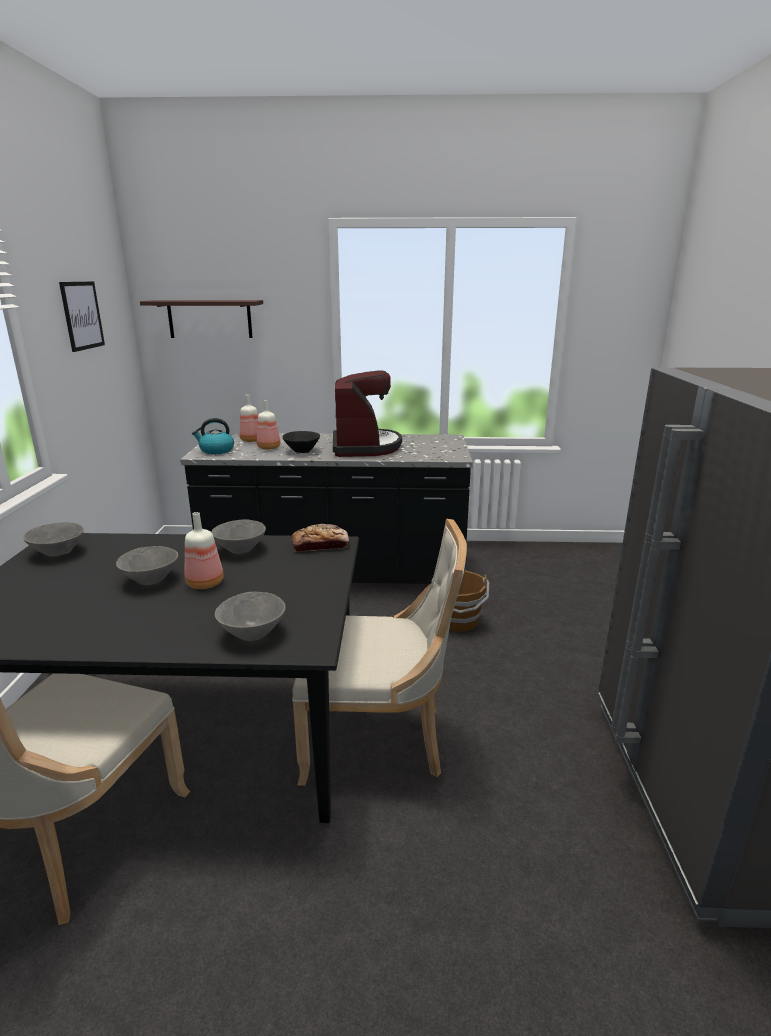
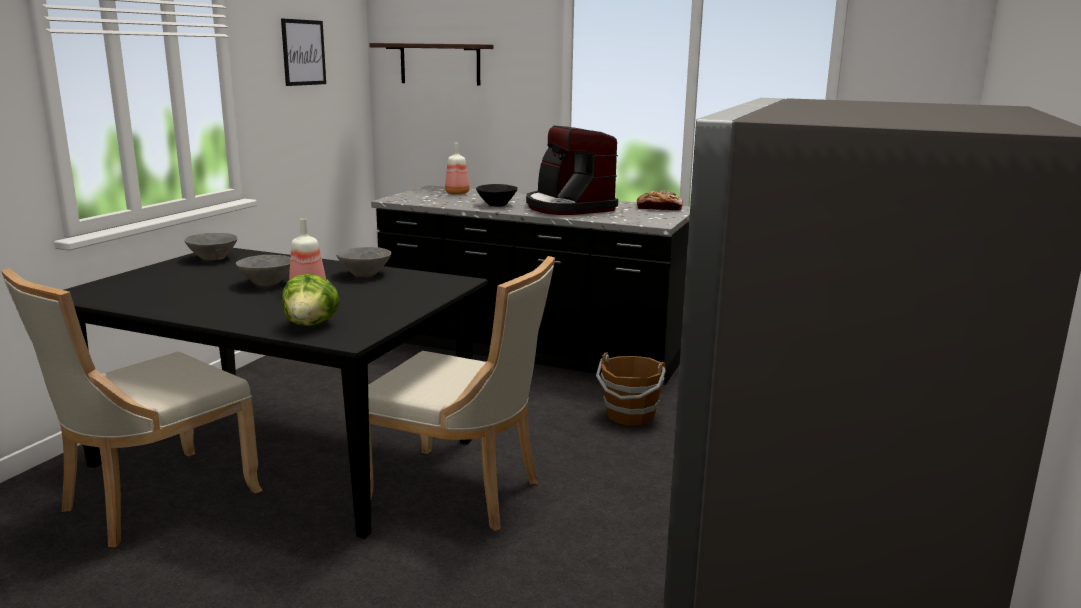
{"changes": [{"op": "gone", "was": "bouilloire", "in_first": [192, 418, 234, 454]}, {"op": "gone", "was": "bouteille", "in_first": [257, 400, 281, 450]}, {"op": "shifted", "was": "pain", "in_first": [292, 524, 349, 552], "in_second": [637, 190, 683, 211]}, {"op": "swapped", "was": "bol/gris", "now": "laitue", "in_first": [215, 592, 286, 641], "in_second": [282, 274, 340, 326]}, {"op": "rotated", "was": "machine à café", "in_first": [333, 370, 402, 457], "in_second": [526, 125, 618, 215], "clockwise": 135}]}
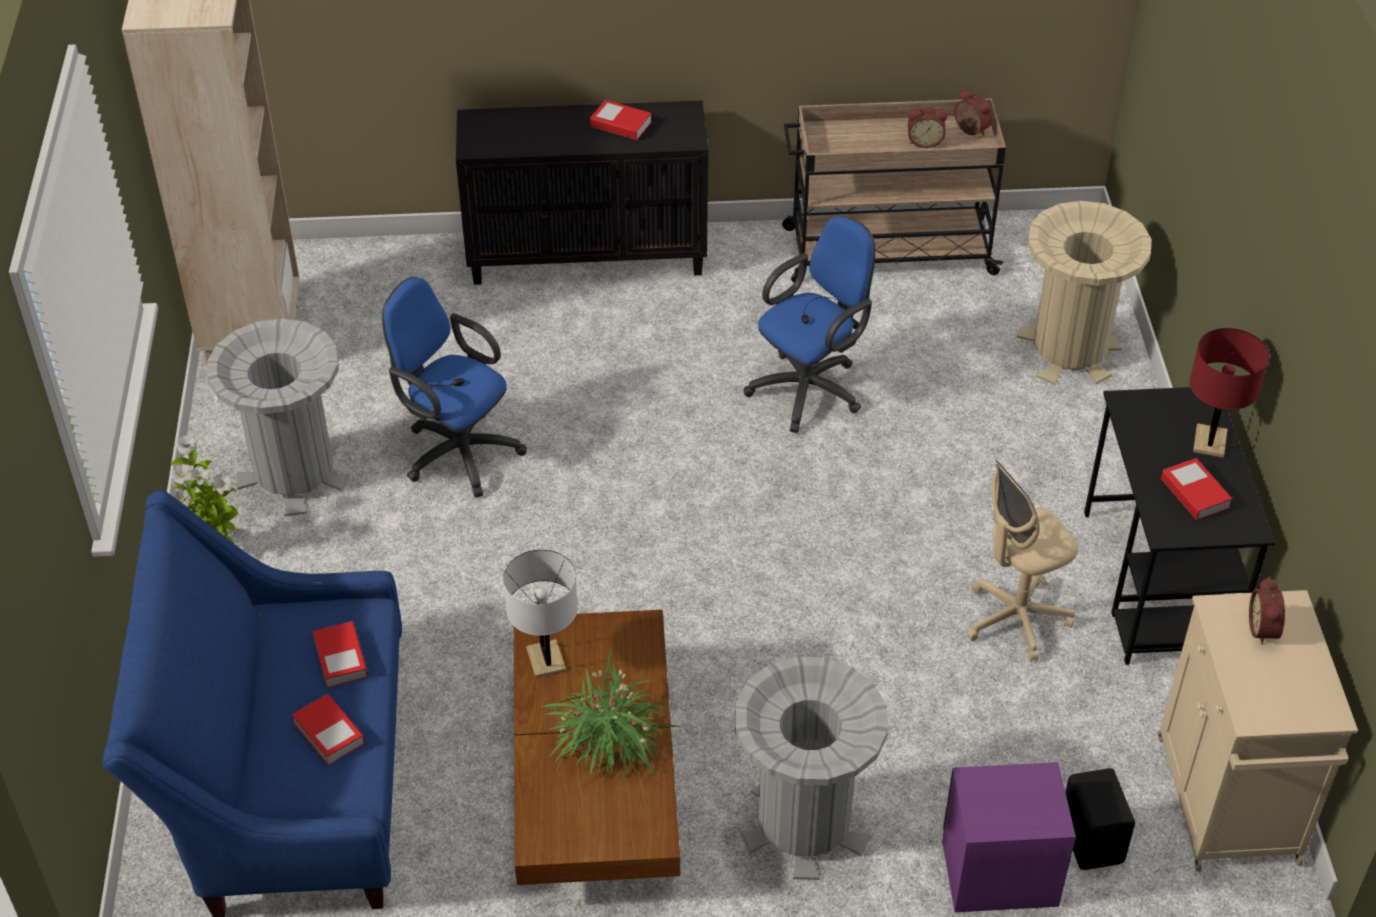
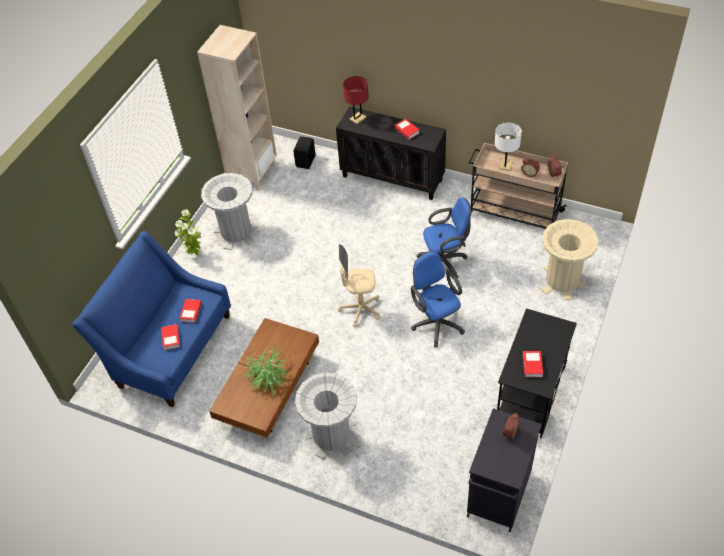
{"changes": [{"op": "gone", "was": "table de chevet/violet", "in_first": [942, 762, 1076, 912]}, {"op": "shifted", "was": "chaise de bureau/bleu", "in_first": [382, 277, 527, 497], "in_second": [411, 251, 465, 347]}, {"op": "shifted", "was": "lampe de table/blanc", "in_first": [503, 550, 578, 678], "in_second": [495, 122, 522, 170]}, {"op": "shifted", "was": "chaise de bureau/beige", "in_first": [967, 460, 1078, 661], "in_second": [338, 244, 380, 327]}, {"op": "shifted", "was": "enceinte/noir", "in_first": [1065, 768, 1135, 870], "in_second": [293, 136, 316, 169]}, {"op": "shifted", "was": "lampe de table/rouge", "in_first": [1189, 328, 1269, 458], "in_second": [343, 76, 369, 124]}, {"op": "repainted", "was": "meuble de rangement/beige", "now": "meuble de rangement/noir", "in_first": [1158, 590, 1358, 871], "in_second": [467, 408, 542, 532]}]}
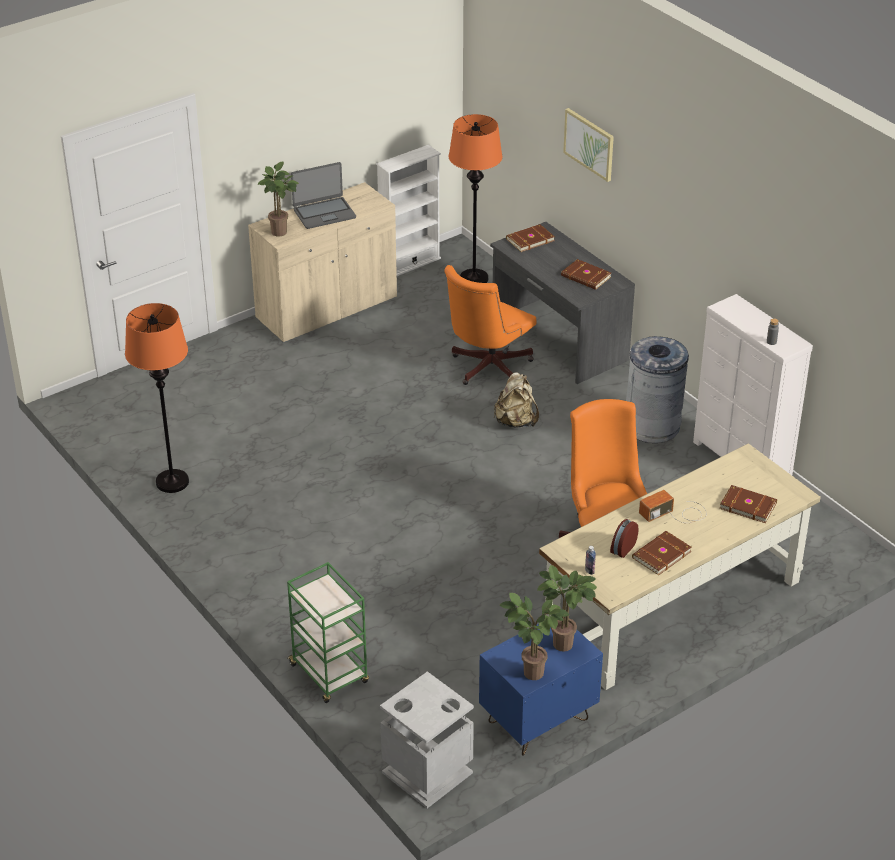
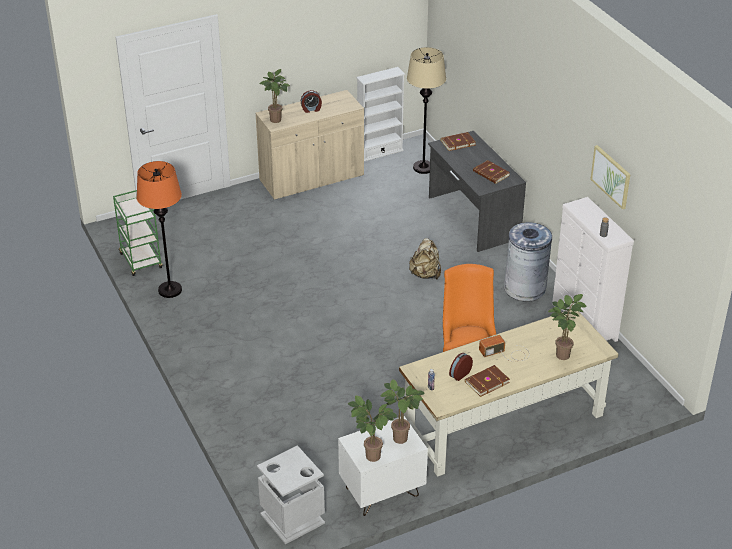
{"changes": [{"op": "gone", "was": "chaise de bureau/orange", "in_first": [444, 265, 536, 385]}, {"op": "shifted", "was": "chariot/vert", "in_first": [287, 562, 369, 703], "in_second": [113, 190, 163, 276]}, {"op": "shifted", "was": "tableau", "in_first": [563, 108, 614, 182], "in_second": [590, 145, 630, 210]}, {"op": "swapped", "was": "ordinateur portable", "now": "réveil", "in_first": [291, 162, 356, 229], "in_second": [301, 90, 322, 113]}, {"op": "swapped", "was": "livre/marron", "now": "plante en pot", "in_first": [719, 485, 777, 523], "in_second": [548, 294, 587, 360]}, {"op": "repainted", "was": "lampadaire/orange", "now": "lampadaire/beige", "in_first": [448, 114, 502, 283], "in_second": [407, 47, 446, 174]}, {"op": "repainted", "was": "table de chevet/bleu", "now": "table de chevet/blanc", "in_first": [479, 624, 603, 756], "in_second": [338, 416, 428, 516]}]}
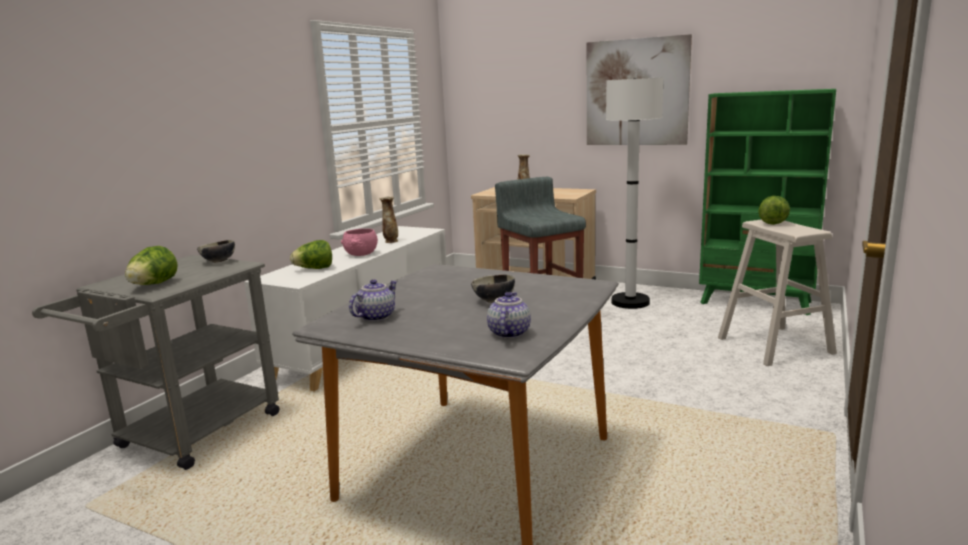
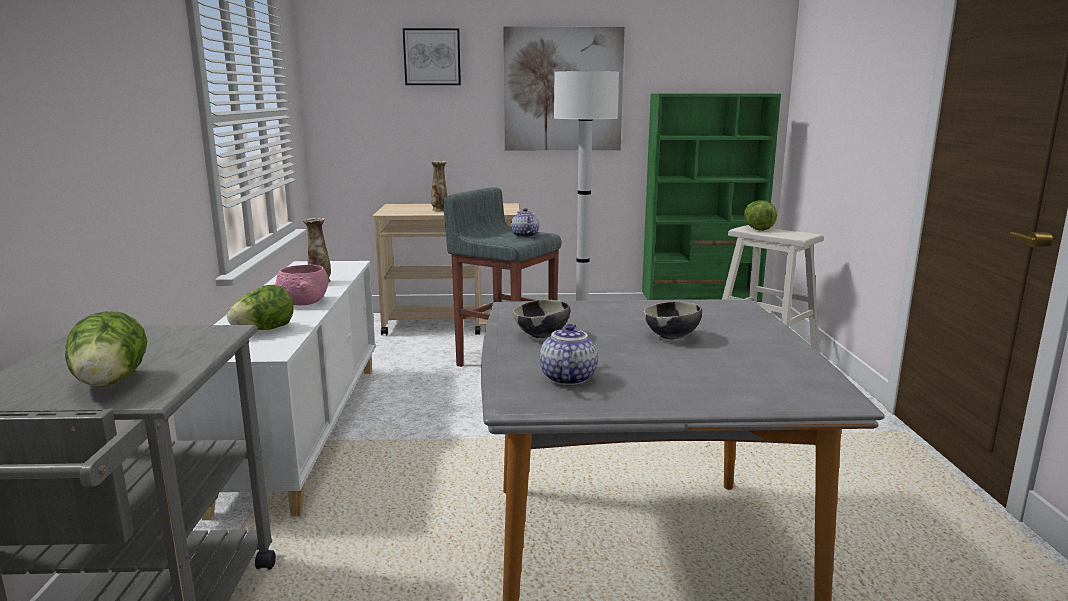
{"changes": [{"op": "new", "now": "tableau", "in_second": [403, 28, 461, 85]}, {"op": "shifted", "was": "bol", "in_first": [197, 240, 235, 263], "in_second": [513, 300, 570, 338]}, {"op": "shifted", "was": "théière", "in_first": [487, 292, 531, 338], "in_second": [511, 208, 539, 238]}]}
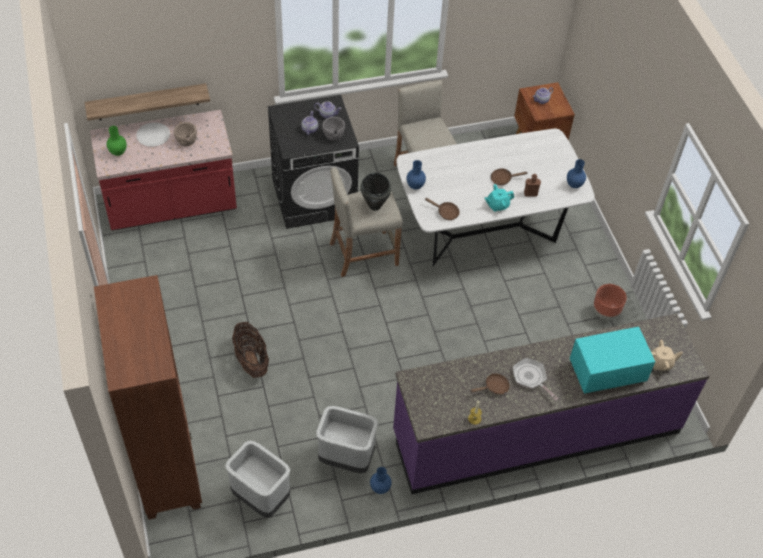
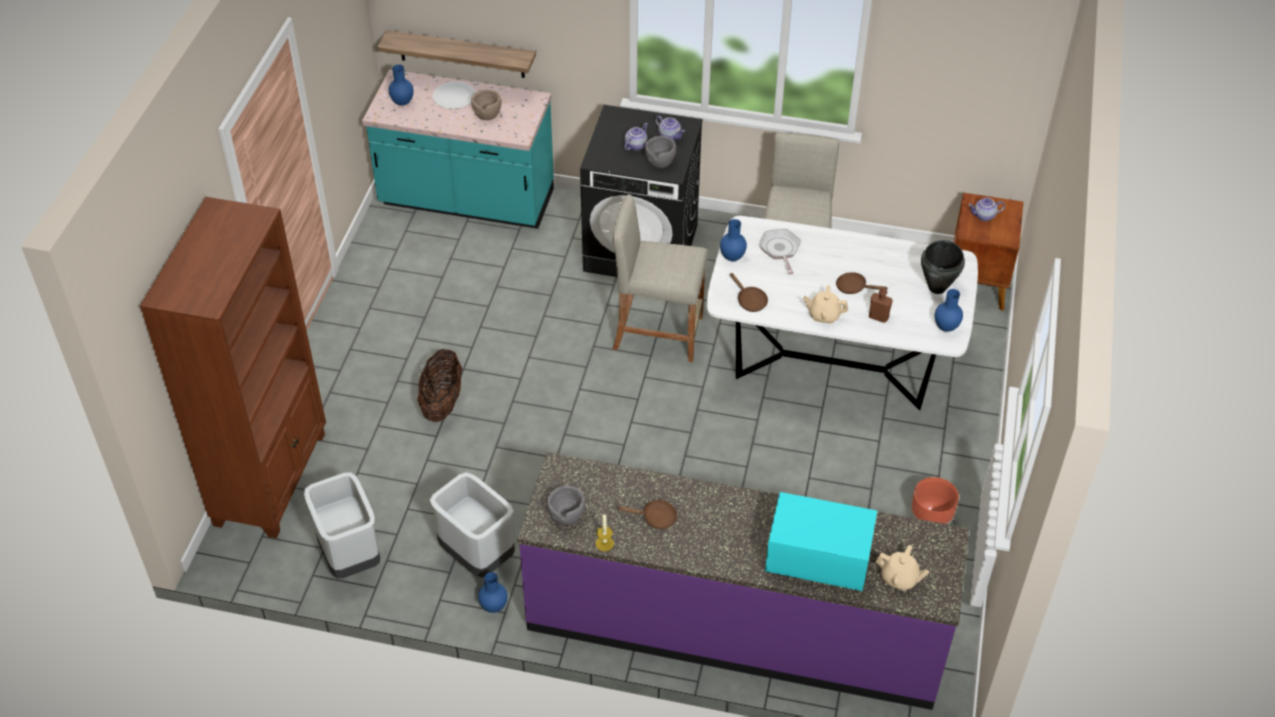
{"changes": [{"op": "new", "now": "bol/gris", "in_second": [547, 485, 585, 526]}, {"op": "shifted", "was": "marmite/noir", "in_first": [360, 172, 391, 211], "in_second": [921, 240, 965, 294]}, {"op": "shifted", "was": "poêle", "in_first": [513, 358, 559, 401], "in_second": [759, 229, 801, 274]}, {"op": "repainted", "was": "comptoir de cuisine/rouge", "now": "comptoir de cuisine/turquoise", "in_first": [90, 110, 237, 231], "in_second": [362, 69, 554, 229]}, {"op": "repainted", "was": "vase/vert", "now": "vase/bleu", "in_first": [107, 126, 127, 156], "in_second": [389, 65, 414, 106]}, {"op": "repainted", "was": "théière/turquoise", "now": "théière/beige", "in_first": [484, 184, 514, 212], "in_second": [803, 285, 848, 324]}]}
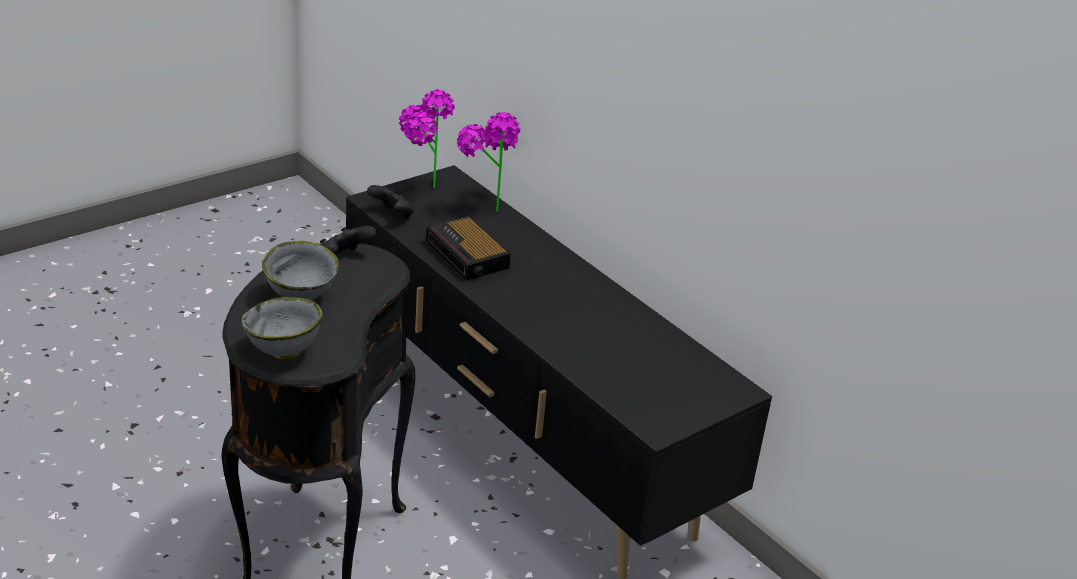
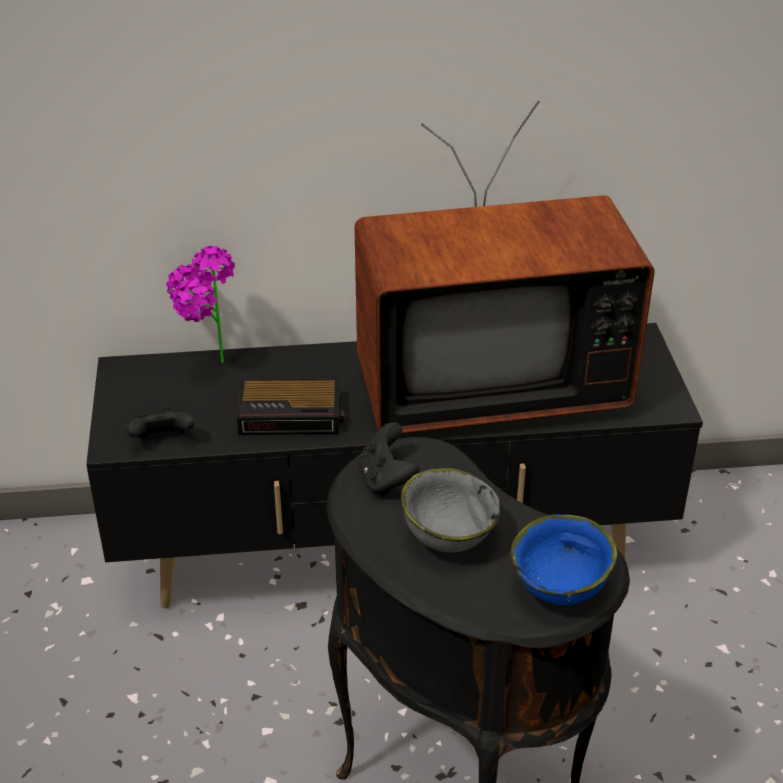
{"changes": [{"op": "gone", "was": "plante en pot", "in_first": [399, 90, 455, 188]}, {"op": "new", "now": "téléviseur", "in_second": [354, 101, 655, 434]}, {"op": "repainted", "was": "bol/gris", "now": "bol/bleu", "in_first": [241, 297, 323, 360], "in_second": [509, 515, 617, 605]}]}
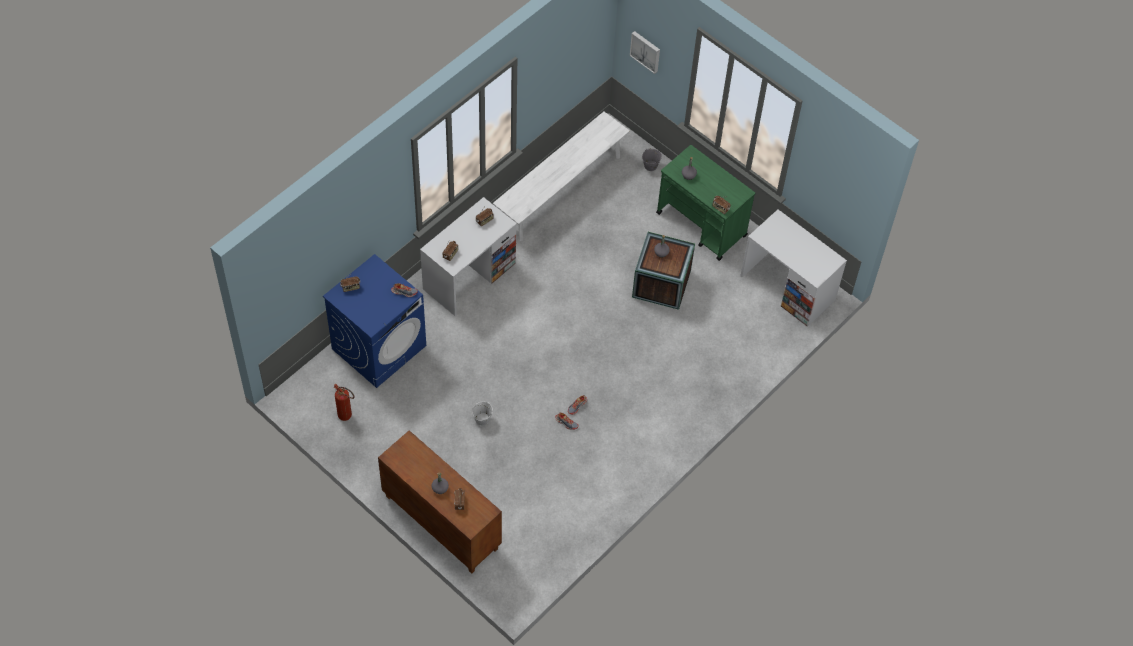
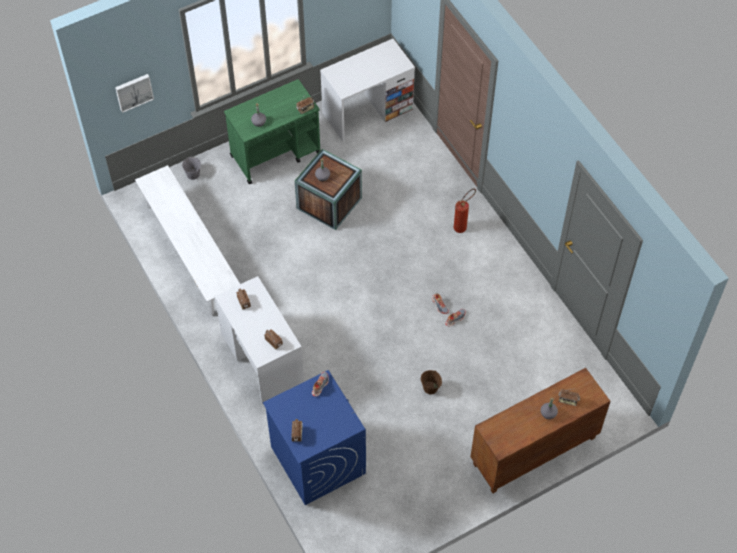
{"changes": [{"op": "shifted", "was": "extincteur", "in_first": [333, 384, 355, 421], "in_second": [454, 189, 476, 233]}, {"op": "repainted", "was": "seau/blanc", "now": "seau/marron", "in_first": [472, 402, 493, 426], "in_second": [421, 370, 442, 394]}]}
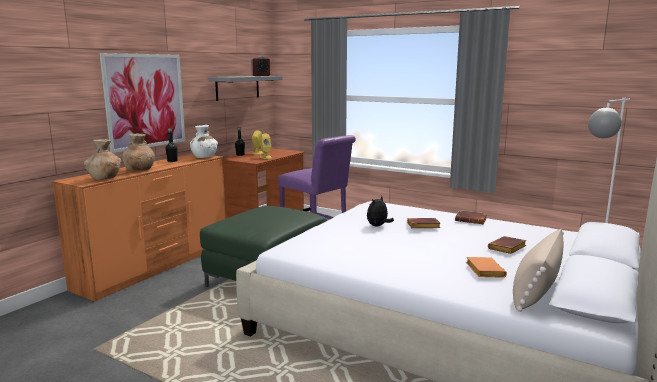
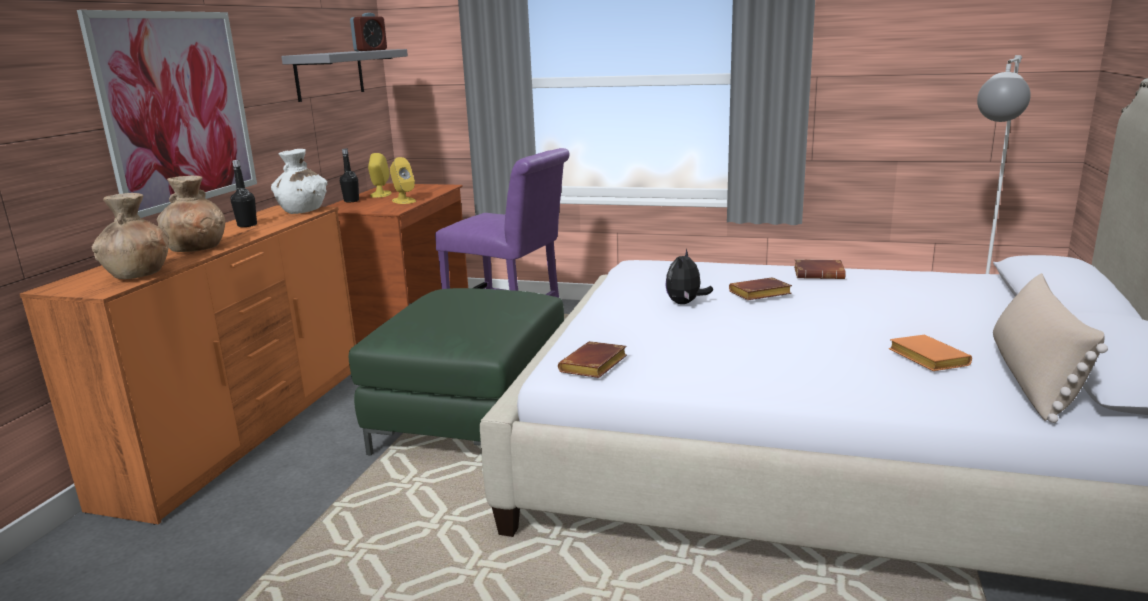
{"changes": [{"op": "shifted", "was": "livre/marron", "in_first": [488, 236, 527, 254], "in_second": [558, 341, 627, 378]}]}
